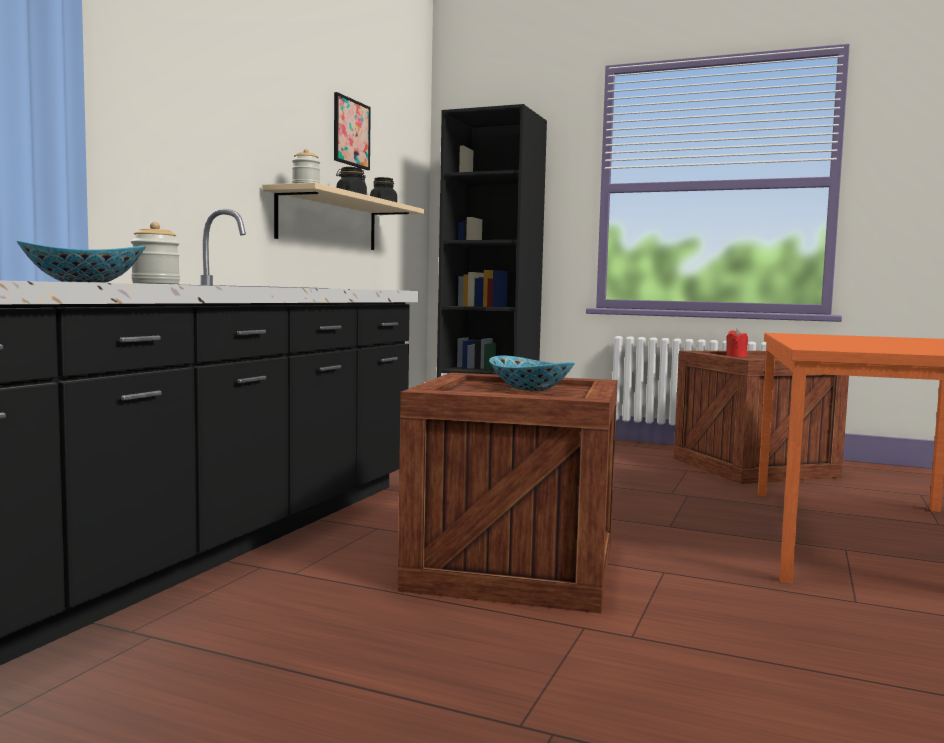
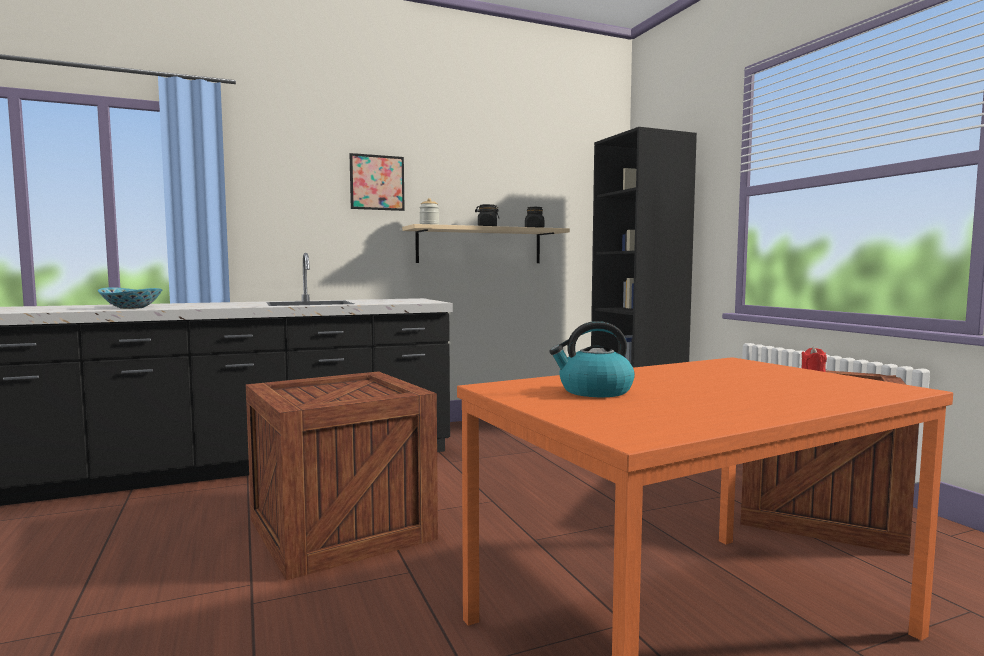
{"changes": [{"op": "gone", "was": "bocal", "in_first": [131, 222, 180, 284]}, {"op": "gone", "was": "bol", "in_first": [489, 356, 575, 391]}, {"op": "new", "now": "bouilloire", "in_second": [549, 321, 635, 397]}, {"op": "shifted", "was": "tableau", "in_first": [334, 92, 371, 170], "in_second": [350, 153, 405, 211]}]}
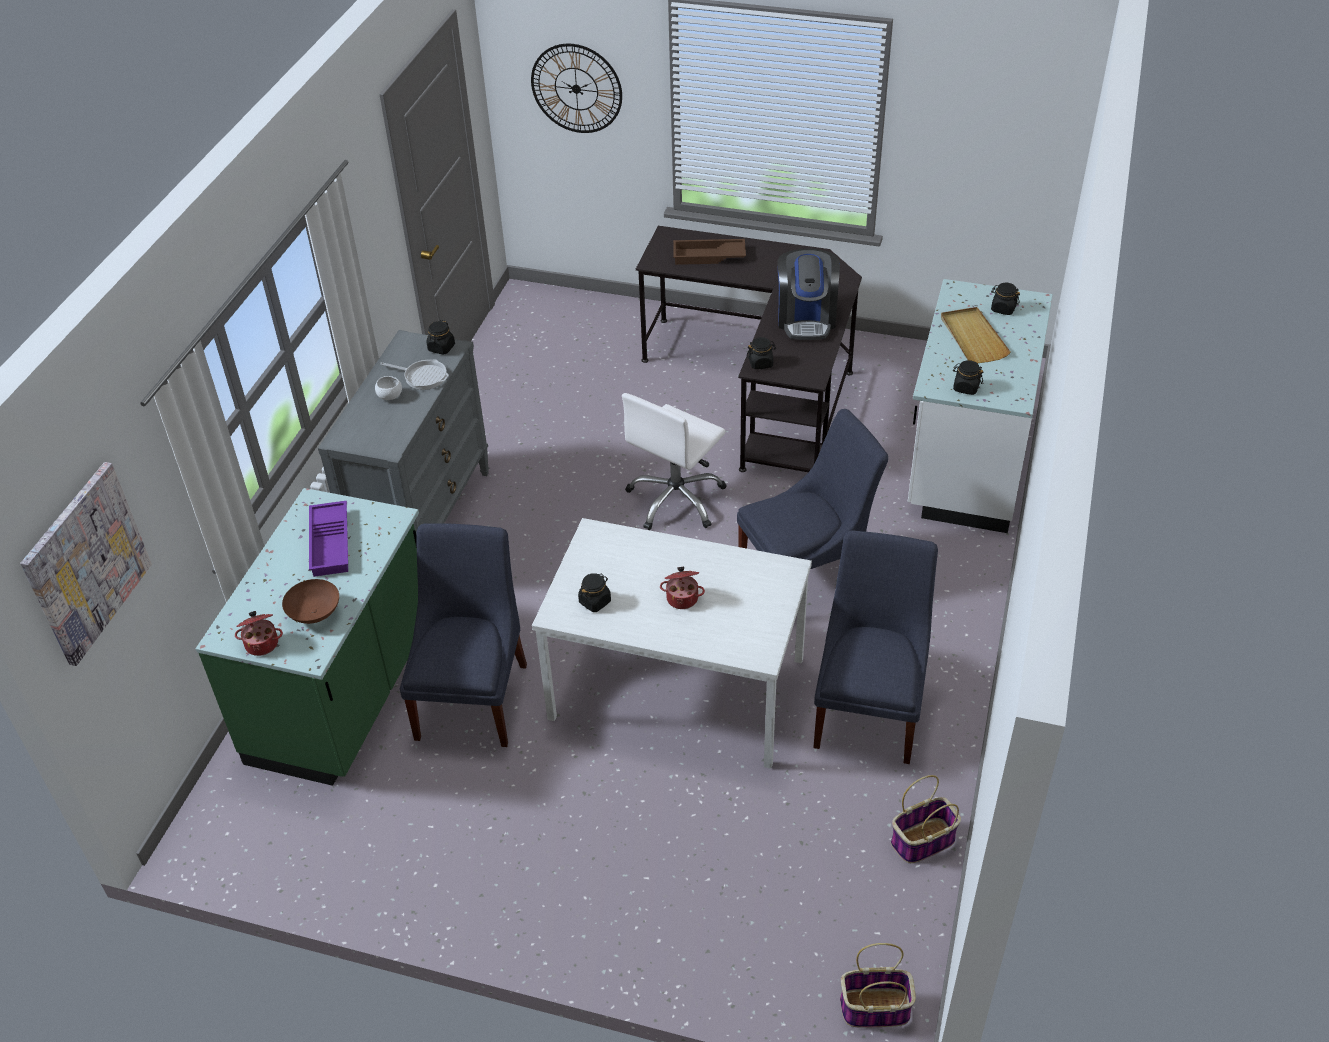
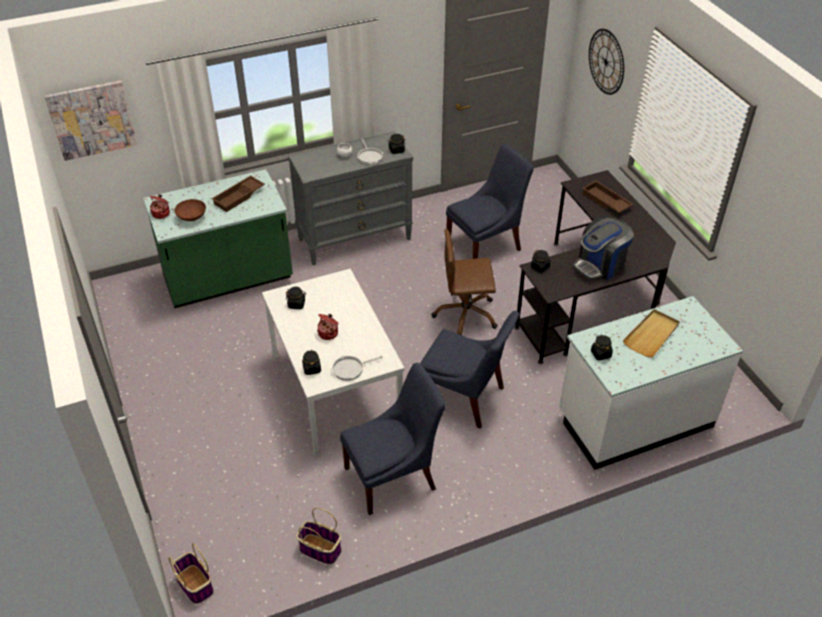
{"changes": [{"op": "new", "now": "poêle", "in_second": [330, 356, 383, 381]}, {"op": "shifted", "was": "chaise/bleu", "in_first": [400, 523, 527, 747], "in_second": [446, 144, 534, 259]}, {"op": "shifted", "was": "bocal/noir", "in_first": [991, 283, 1020, 315], "in_second": [302, 350, 321, 375]}, {"op": "repainted", "was": "plateau/violet", "now": "plateau/marron", "in_first": [309, 501, 348, 577], "in_second": [212, 176, 264, 212]}, {"op": "repainted", "was": "chaise de bureau/blanc", "now": "chaise de bureau/marron", "in_first": [622, 393, 727, 530], "in_second": [431, 229, 498, 335]}]}
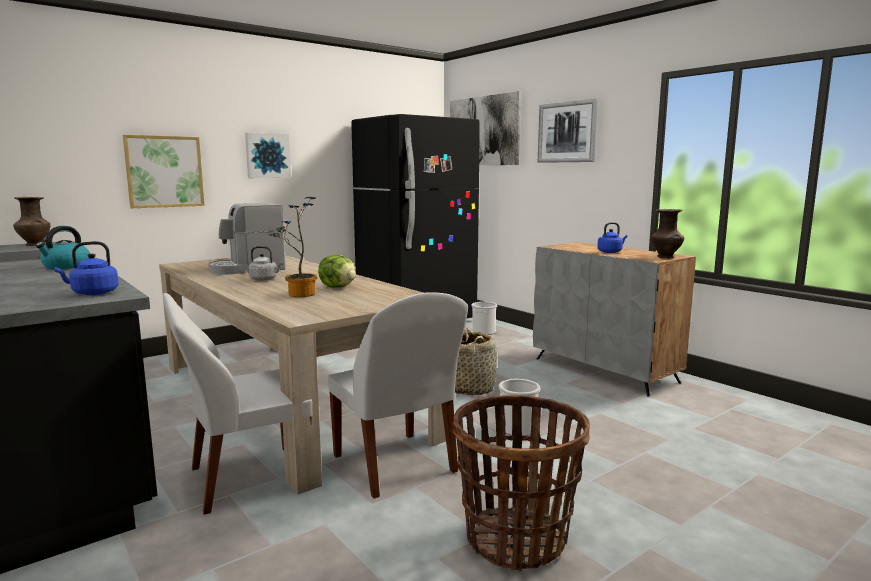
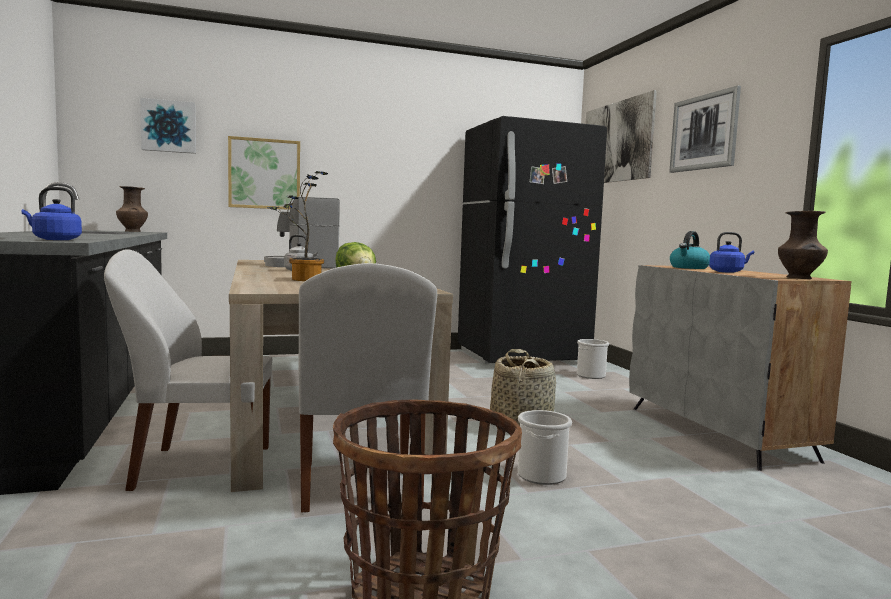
{"changes": [{"op": "shifted", "was": "bouilloire", "in_first": [36, 226, 90, 269], "in_second": [670, 231, 710, 269]}, {"op": "shifted", "was": "tableau", "in_first": [245, 133, 291, 178], "in_second": [140, 98, 196, 154]}]}
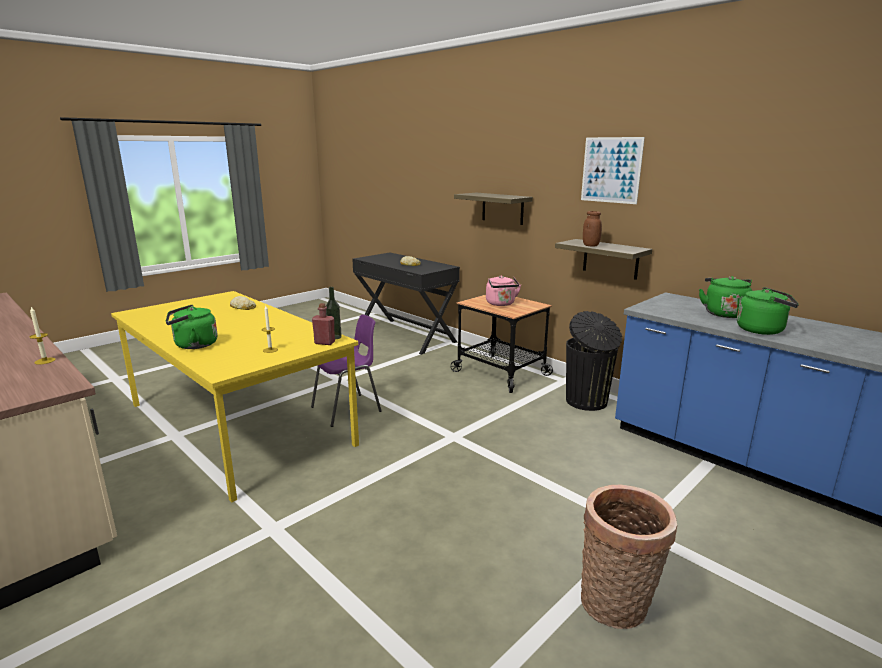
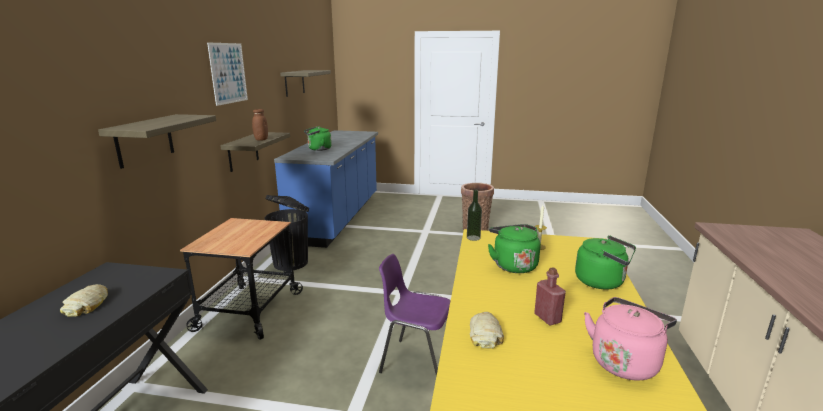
{"changes": [{"op": "gone", "was": "bougie", "in_first": [30, 307, 56, 365]}, {"op": "new", "now": "étagère", "in_second": [280, 70, 331, 97]}, {"op": "shifted", "was": "bouteille/rouge", "in_first": [312, 303, 335, 345], "in_second": [534, 267, 566, 325]}, {"op": "shifted", "was": "bouilloire/rose", "in_first": [486, 275, 521, 306], "in_second": [584, 297, 677, 380]}, {"op": "shifted", "was": "bouilloire/vert", "in_first": [737, 287, 799, 335], "in_second": [488, 224, 540, 273]}]}
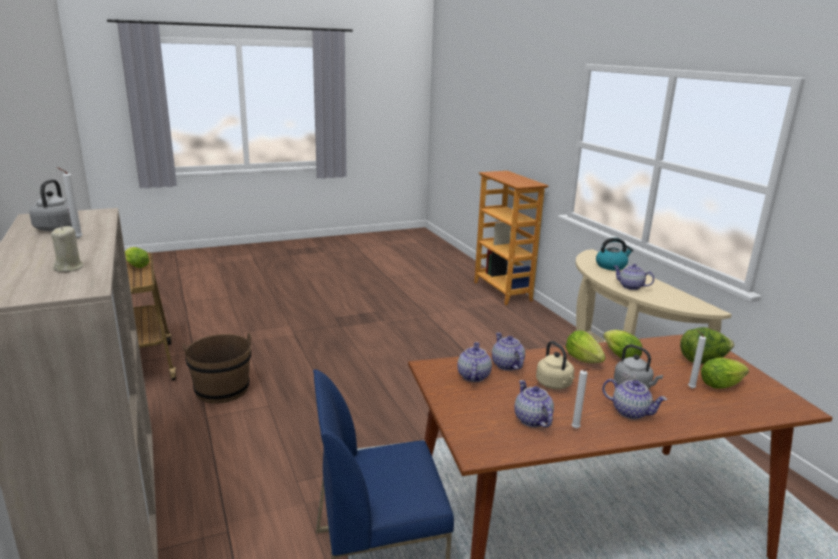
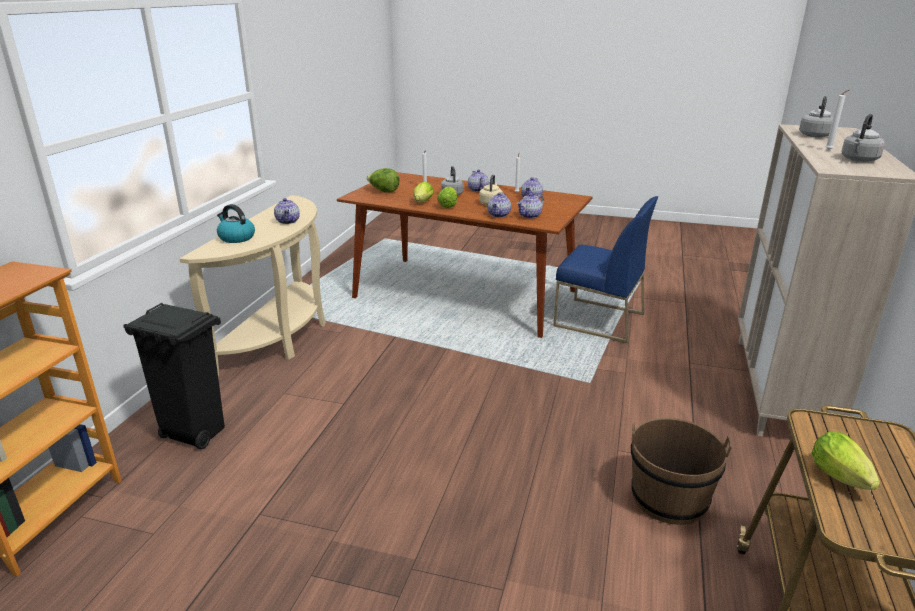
{"changes": [{"op": "gone", "was": "laitue", "in_first": [701, 358, 749, 389]}, {"op": "new", "now": "poubelle/noir", "in_second": [123, 303, 225, 450]}, {"op": "swapped", "was": "bougie/beige", "now": "bouilloire/gris", "in_first": [51, 226, 83, 272], "in_second": [799, 96, 833, 137]}]}
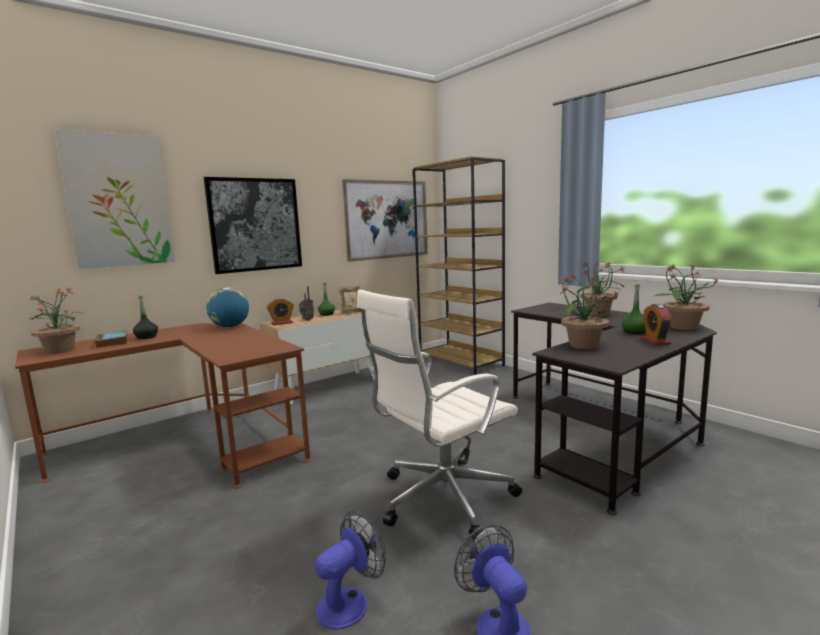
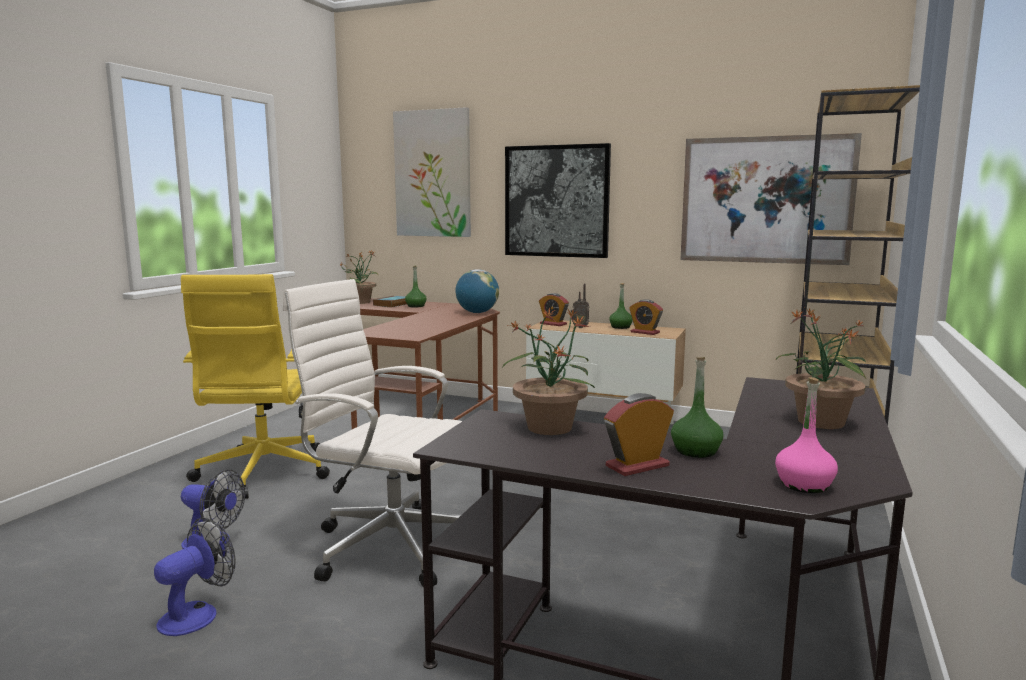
{"changes": [{"op": "new", "now": "chaise de bureau/jaune", "in_second": [181, 274, 330, 499]}, {"op": "swapped", "was": "cadre photo", "now": "réveil", "in_first": [338, 286, 362, 315], "in_second": [629, 299, 663, 335]}, {"op": "swapped", "was": "plante en pot", "now": "bouteille/rose", "in_first": [653, 264, 719, 330], "in_second": [775, 377, 838, 493]}, {"op": "repainted", "was": "bouteille/noir", "now": "bouteille/vert", "in_first": [133, 295, 158, 339], "in_second": [405, 265, 427, 308]}]}
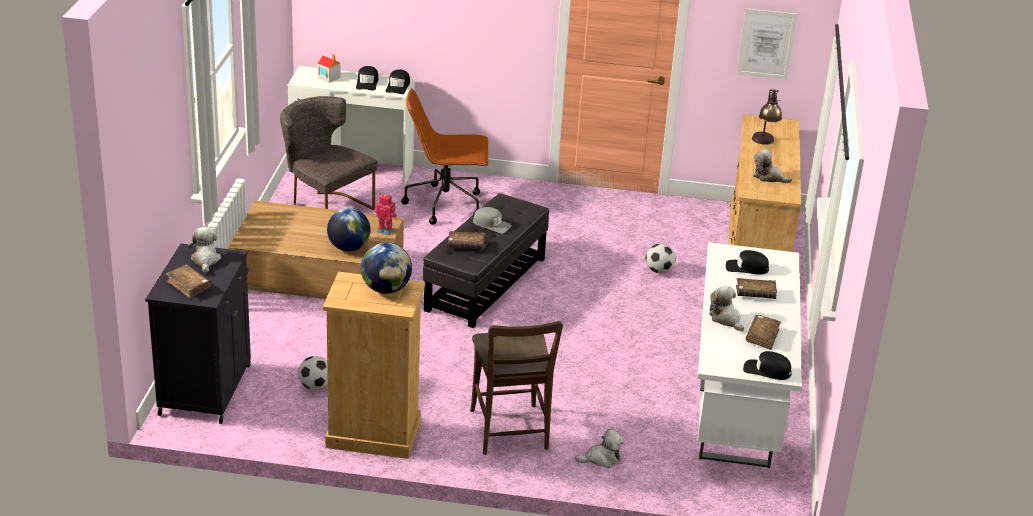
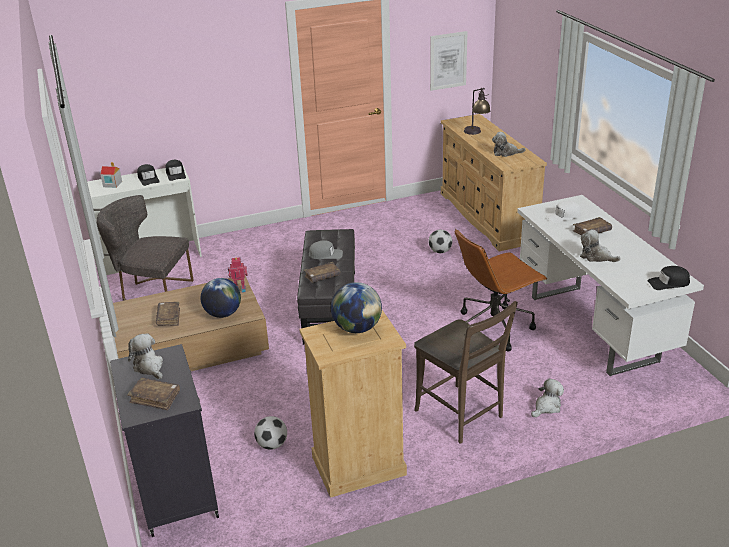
{"changes": [{"op": "shifted", "was": "chaise de bureau/marron", "in_first": [401, 88, 488, 225], "in_second": [455, 229, 548, 352]}, {"op": "shifted", "was": "livre/marron", "in_first": [746, 315, 781, 350], "in_second": [156, 302, 180, 326]}, {"op": "repainted", "was": "casquette/noir", "now": "casquette/blanc", "in_first": [726, 250, 769, 275], "in_second": [546, 201, 581, 223]}]}
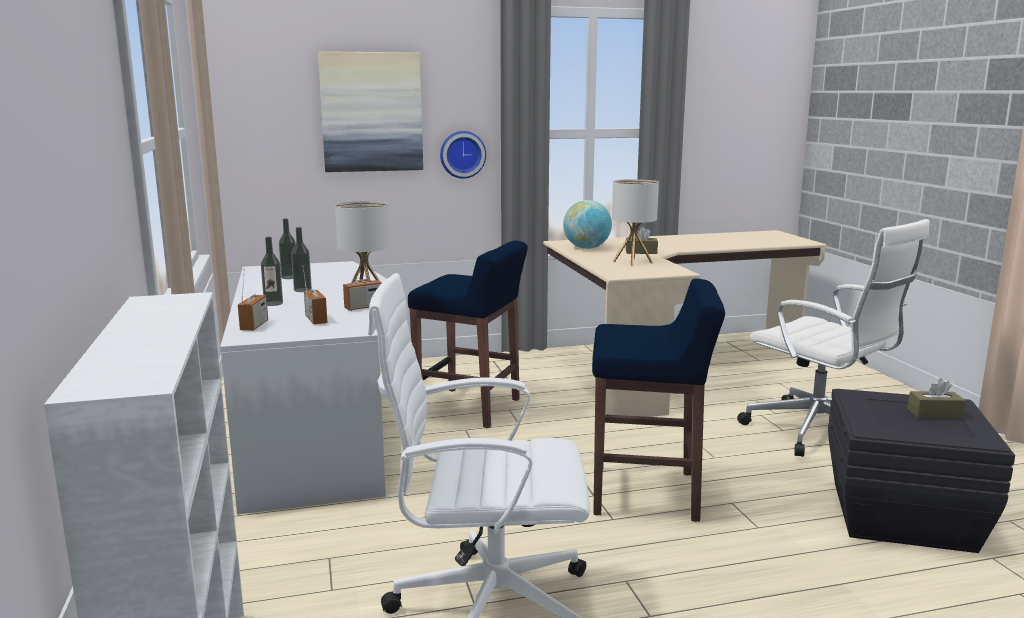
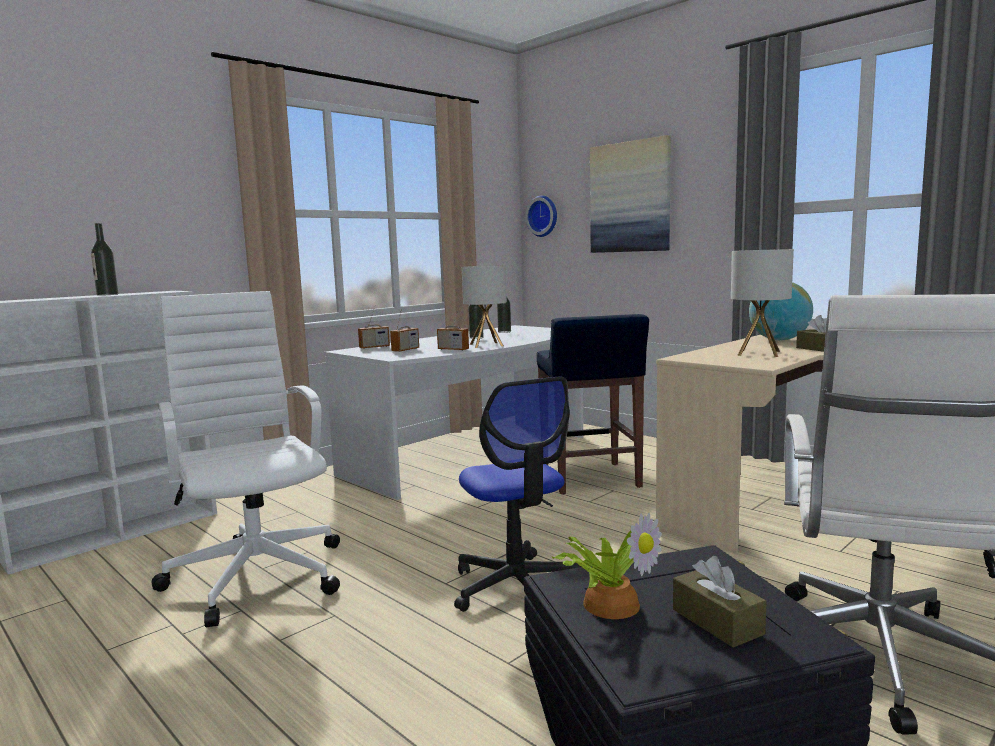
{"changes": [{"op": "new", "now": "plante en pot", "in_second": [552, 513, 662, 619]}, {"op": "shifted", "was": "bouteille", "in_first": [261, 237, 283, 306], "in_second": [91, 223, 118, 296]}, {"op": "shifted", "was": "horloge murale", "in_first": [440, 131, 486, 179], "in_second": [525, 196, 557, 237]}, {"op": "swapped", "was": "tabouret/bleu", "now": "chaise de bureau", "in_first": [592, 279, 725, 522], "in_second": [454, 376, 581, 612]}]}
